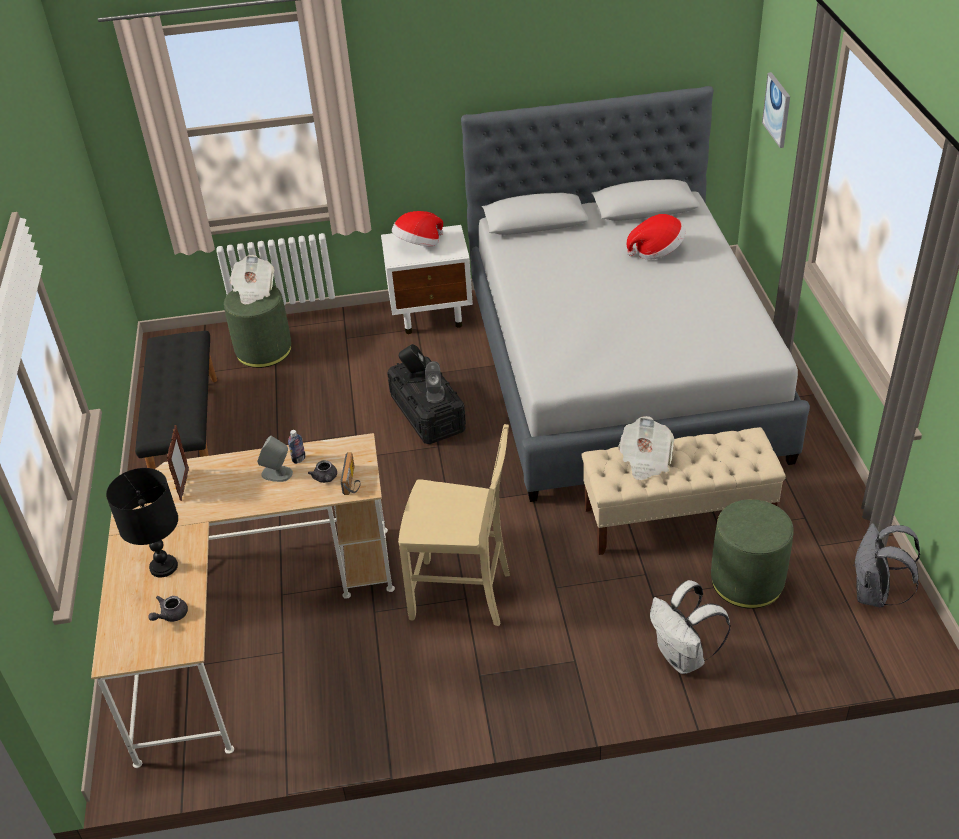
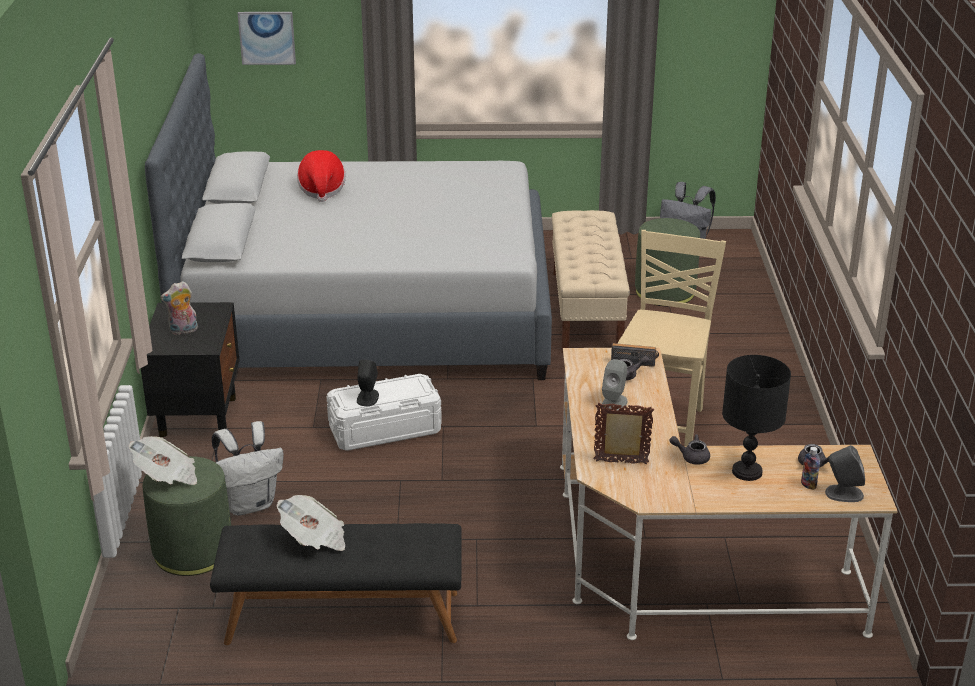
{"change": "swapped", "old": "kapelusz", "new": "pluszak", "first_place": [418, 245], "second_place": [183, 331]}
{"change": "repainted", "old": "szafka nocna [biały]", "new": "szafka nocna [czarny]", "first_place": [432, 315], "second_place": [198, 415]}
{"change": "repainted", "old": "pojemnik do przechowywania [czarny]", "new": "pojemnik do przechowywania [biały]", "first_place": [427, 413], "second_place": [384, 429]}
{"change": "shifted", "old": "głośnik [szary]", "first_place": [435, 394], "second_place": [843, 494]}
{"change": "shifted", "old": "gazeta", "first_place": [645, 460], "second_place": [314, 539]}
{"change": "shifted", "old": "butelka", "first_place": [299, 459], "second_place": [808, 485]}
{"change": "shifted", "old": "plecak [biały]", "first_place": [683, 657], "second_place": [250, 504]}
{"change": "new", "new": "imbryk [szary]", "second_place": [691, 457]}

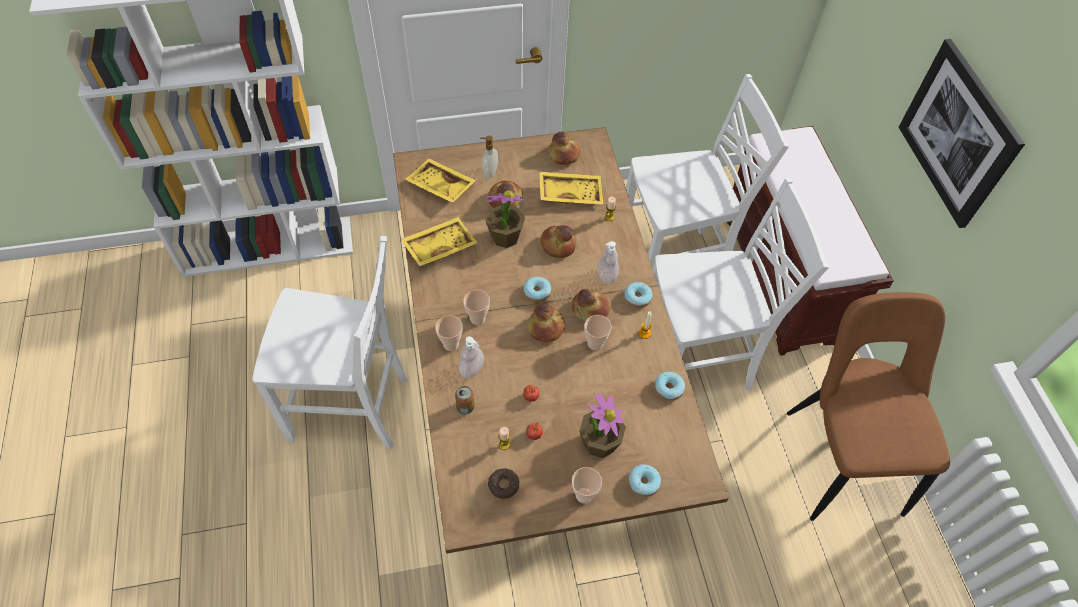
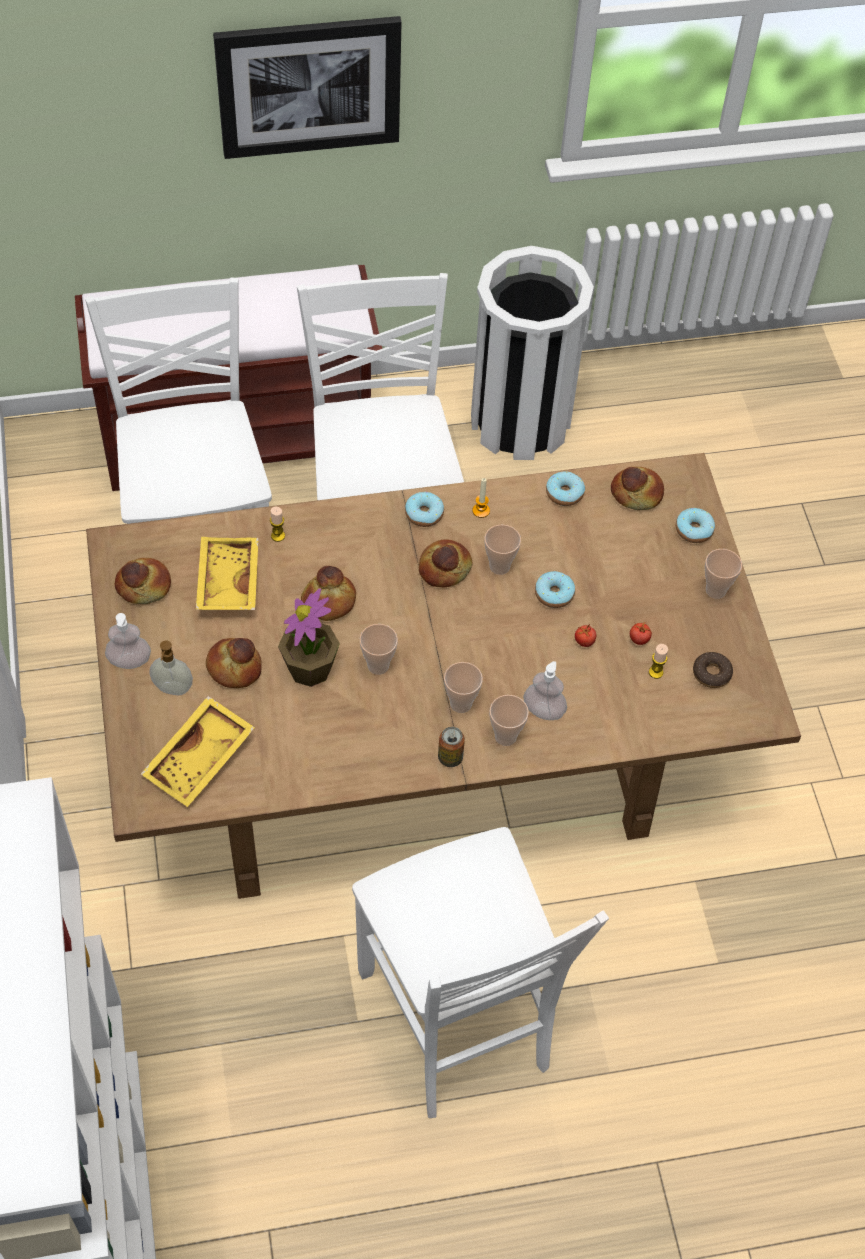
{"change": "gone", "old": "taca [żółty]", "first_place": [439, 246]}
{"change": "rotated", "old": "krzesło [biały]", "first_place": [352, 408], "second_place": [456, 1023], "degrees": 150}
{"change": "shifted", "old": "dozownik mydła", "first_place": [607, 275], "second_place": [129, 660]}
{"change": "shifted", "old": "donut", "first_place": [537, 292], "second_place": [554, 594]}
{"change": "swapped", "old": "krzesło [brązowy]", "new": "kosz na śmieci [biały]", "first_place": [840, 456], "second_place": [520, 421]}
{"change": "shifted", "old": "chleb", "first_place": [545, 328], "second_place": [636, 494]}
{"change": "shifted", "old": "puszka", "first_place": [465, 407], "second_place": [450, 757]}
{"change": "gone", "old": "roślina doniczkowa", "first_place": [599, 442]}
{"change": "new", "new": "filiżanka", "second_place": [378, 665]}

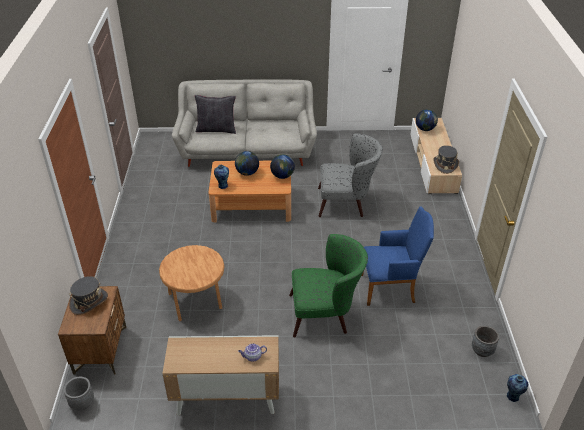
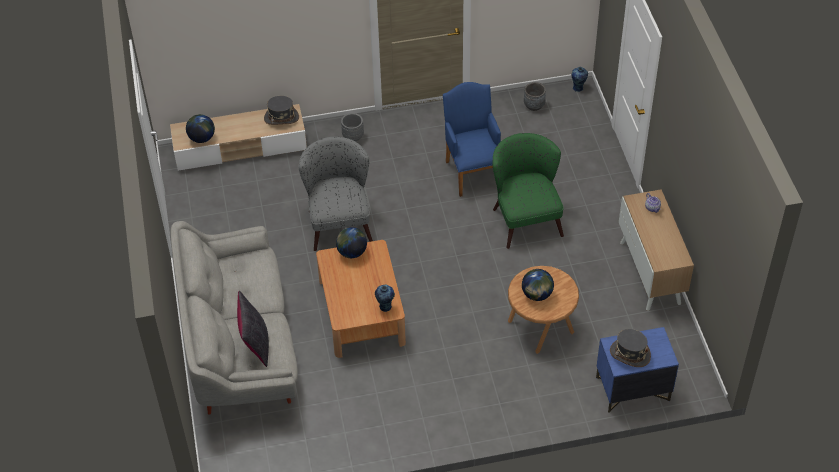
{"change": "shifted", "old": "globus", "first_place": [247, 173], "second_place": [537, 294]}
{"change": "repainted", "old": "szafka nocna [brązowy]", "new": "szafka nocna [niebieski]", "first_place": [100, 349], "second_place": [632, 389]}
{"change": "shifted", "old": "donica [szary]", "first_place": [82, 403], "second_place": [353, 136]}

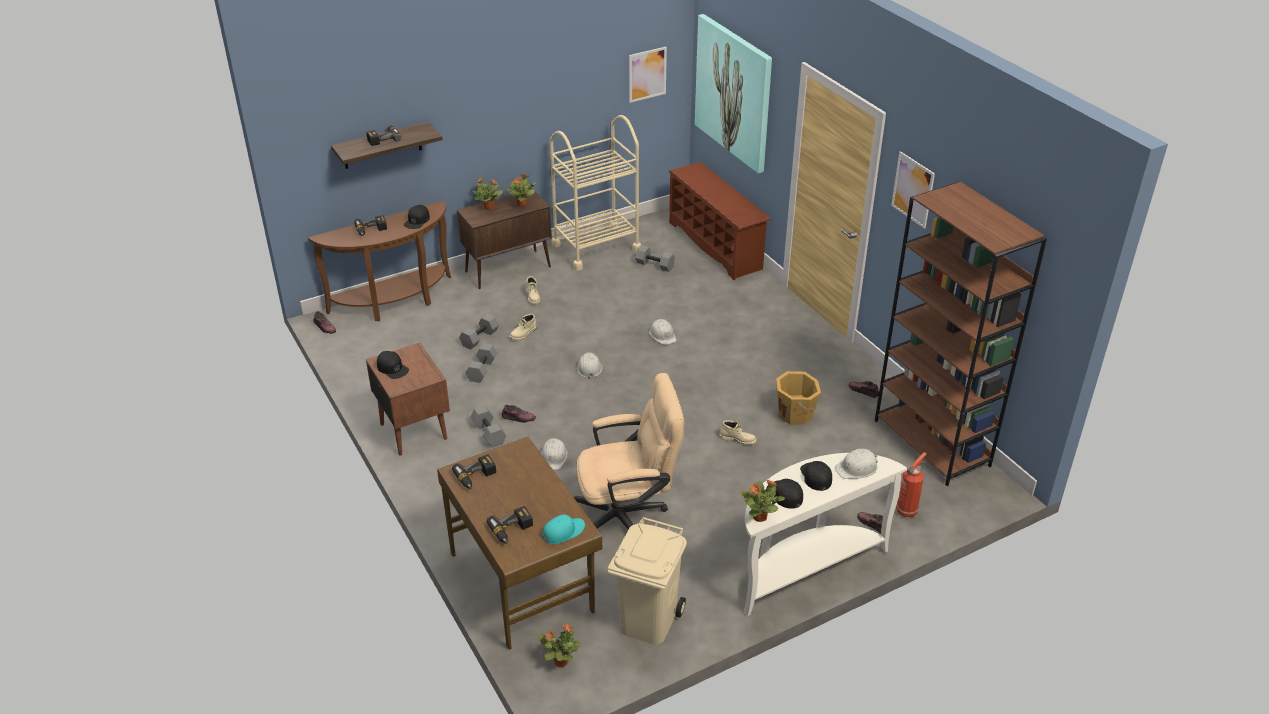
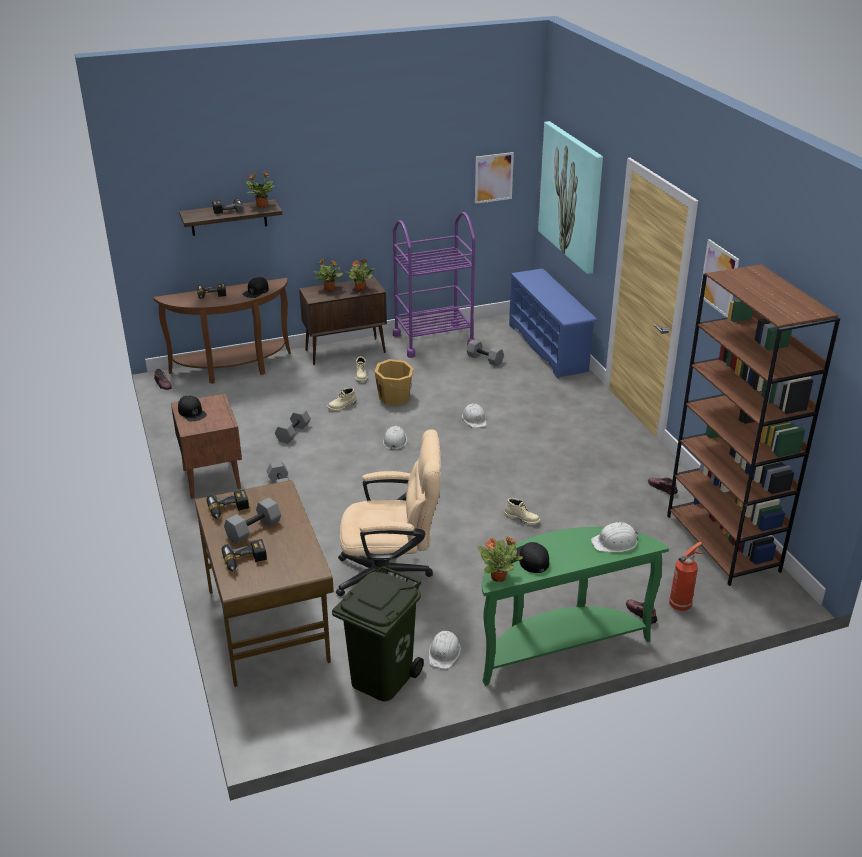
{"change": "repainted", "old": "wózek [beżowy]", "new": "wózek [fioletowy]", "first_place": [596, 247], "second_place": [433, 340]}
{"change": "repainted", "old": "regał na buty [brązowy]", "new": "regał na buty [niebieski]", "first_place": [716, 245], "second_place": [549, 348]}
{"change": "shifted", "old": "hantel [szary]", "first_place": [480, 339], "second_place": [254, 530]}
{"change": "shifted", "old": "wiadro [pomarańczowy]", "first_place": [796, 413], "second_place": [395, 397]}
{"change": "gone", "old": "but", "first_place": [518, 418]}
{"change": "shifted", "old": "kask [biały]", "first_place": [554, 457], "second_place": [444, 652]}
{"change": "repainted", "old": "stolik konsolowy [biały]", "new": "stolik konsolowy [zielony]", "first_place": [805, 567], "second_place": [558, 646]}
{"change": "gone", "old": "czapka z daszkiem [czarny]", "first_place": [816, 476]}
{"change": "gone", "old": "czapka z daszkiem [turkusowy]", "first_place": [563, 532]}
{"change": "repainted", "old": "kosz na śmieci [beżowy]", "new": "kosz na śmieci [zielony]", "first_place": [647, 621], "second_place": [381, 677]}
{"change": "shifted", "old": "roślina doniczkowa", "first_place": [560, 661], "second_place": [261, 205]}

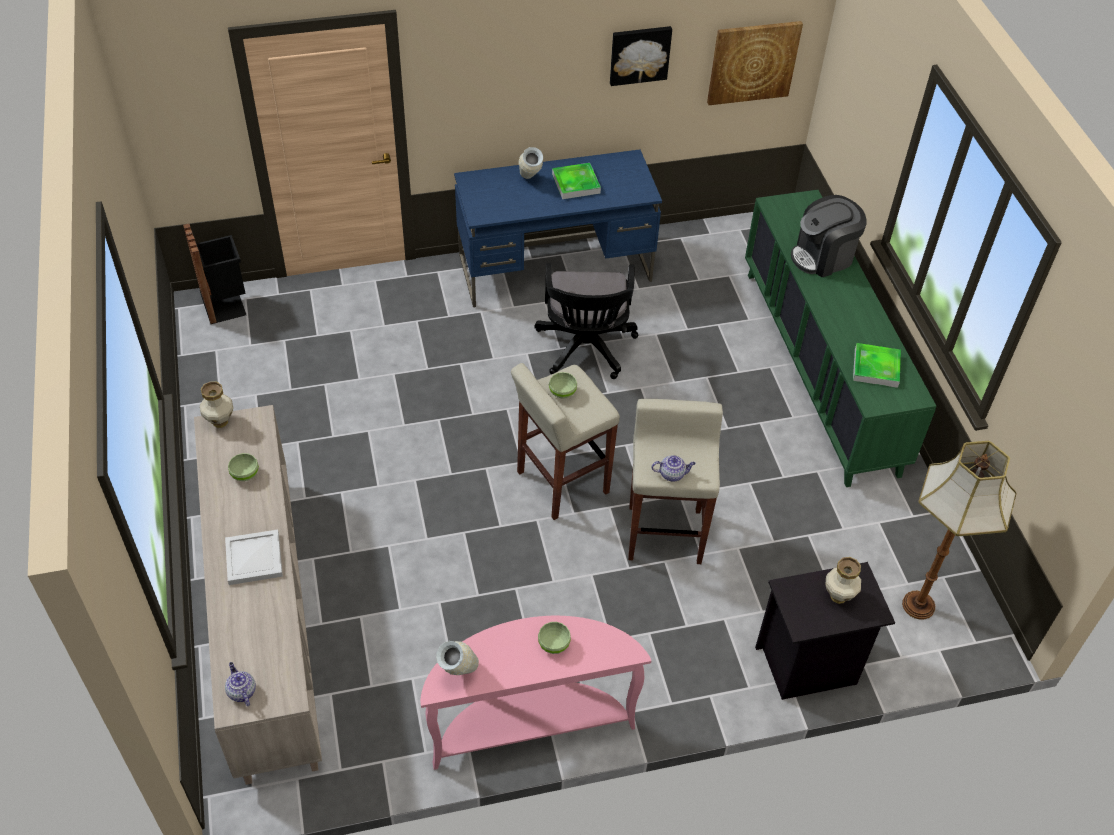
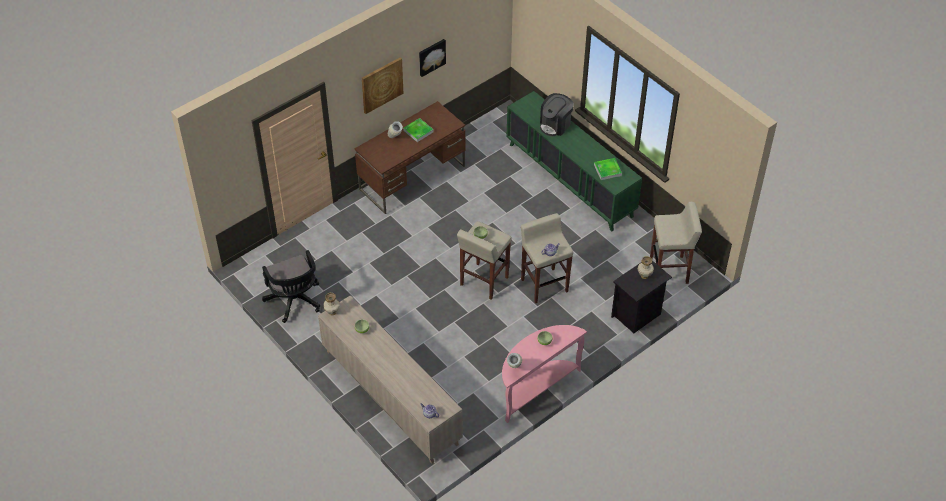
{"change": "shifted", "old": "obraz", "first_place": [753, 62], "second_place": [381, 85]}
{"change": "repainted", "old": "biurko [niebieski]", "new": "biurko [brązowy]", "first_place": [555, 268], "second_place": [412, 177]}
{"change": "gone", "old": "kosz na śmieci [czarny]", "first_place": [226, 305]}
{"change": "shifted", "old": "krzesło biurowe [czarny]", "first_place": [585, 350], "second_place": [295, 302]}
{"change": "swapped", "old": "lampa stojąca", "new": "stołek [beżowy]", "first_place": [920, 605], "second_place": [669, 270]}
{"change": "gone", "old": "taca [biały]", "first_place": [253, 558]}

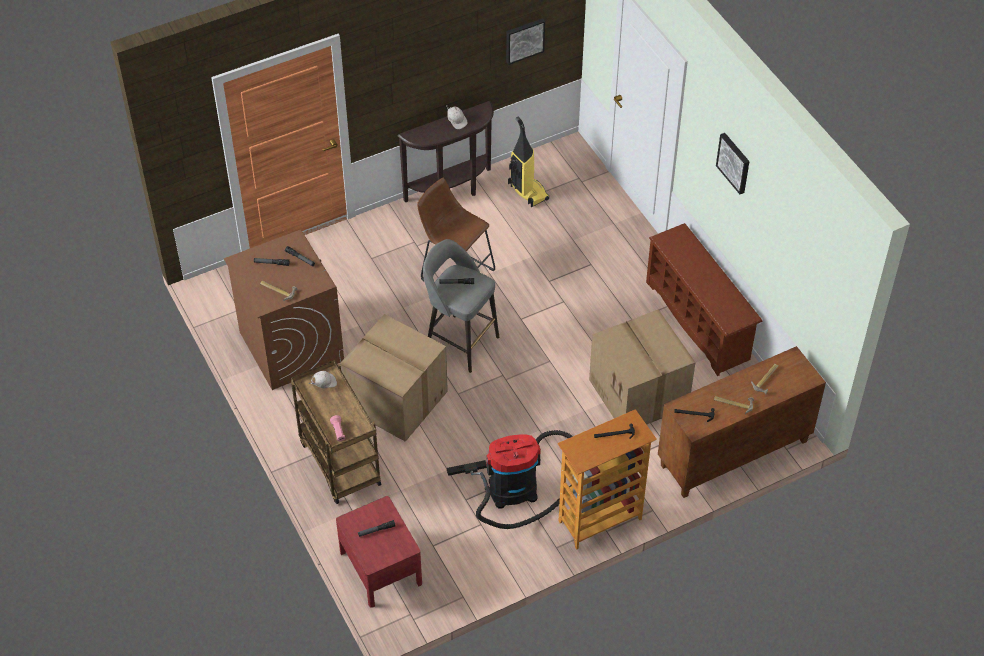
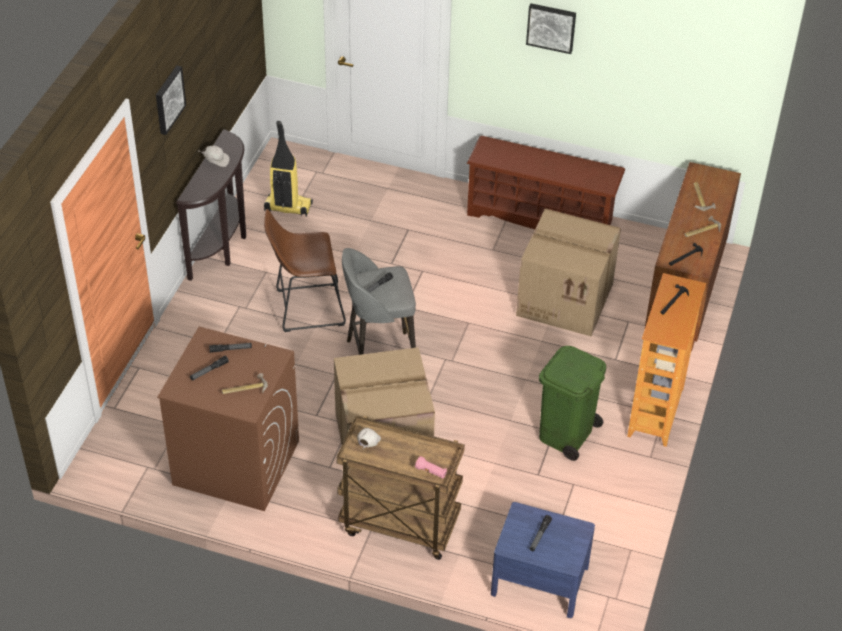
{"change": "shifted", "old": "obraz", "first_place": [524, 40], "second_place": [168, 99]}
{"change": "swapped", "old": "odkurzacz", "new": "kosz na śmieci [zielony]", "first_place": [518, 487], "second_place": [566, 434]}
{"change": "repainted", "old": "szafka nocna [czerwony]", "new": "szafka nocna [niebieski]", "first_place": [380, 568], "second_place": [539, 580]}

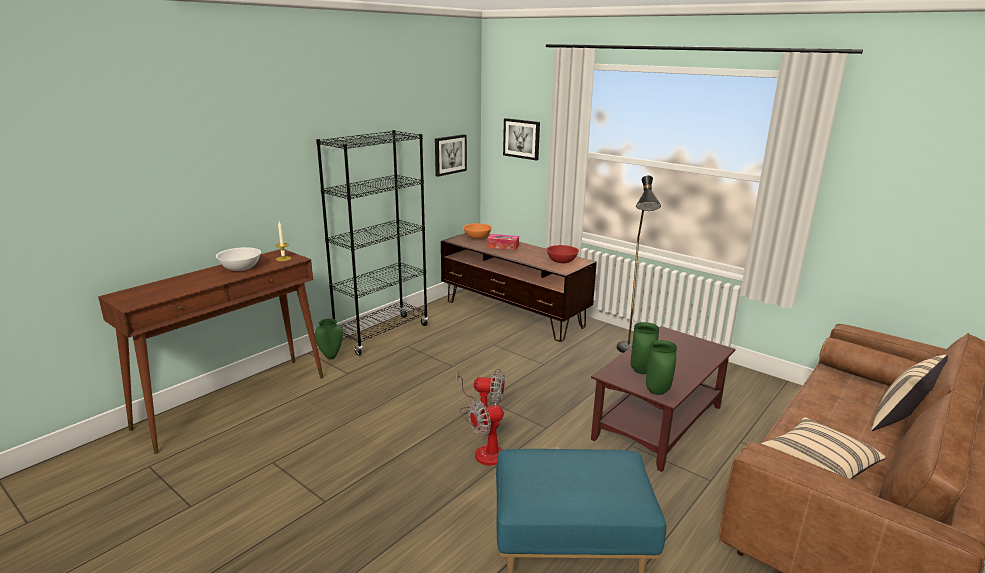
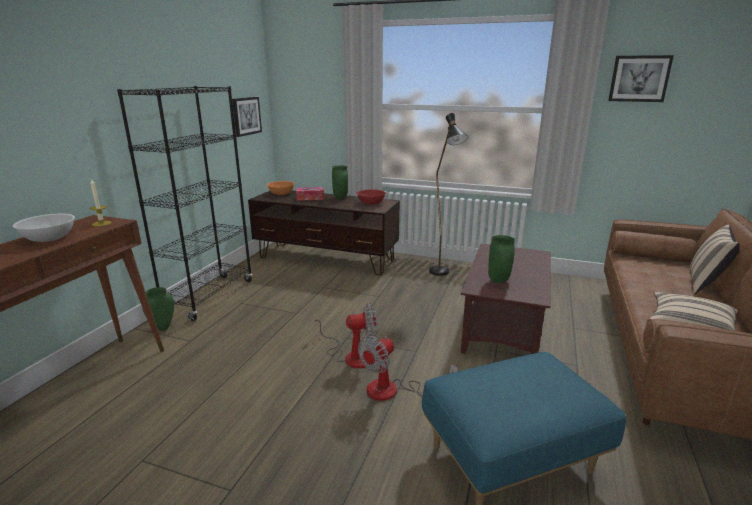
{"change": "shifted", "old": "obraz", "first_place": [522, 138], "second_place": [639, 78]}
{"change": "shifted", "old": "wazon [zielony]", "first_place": [658, 392], "second_place": [341, 197]}

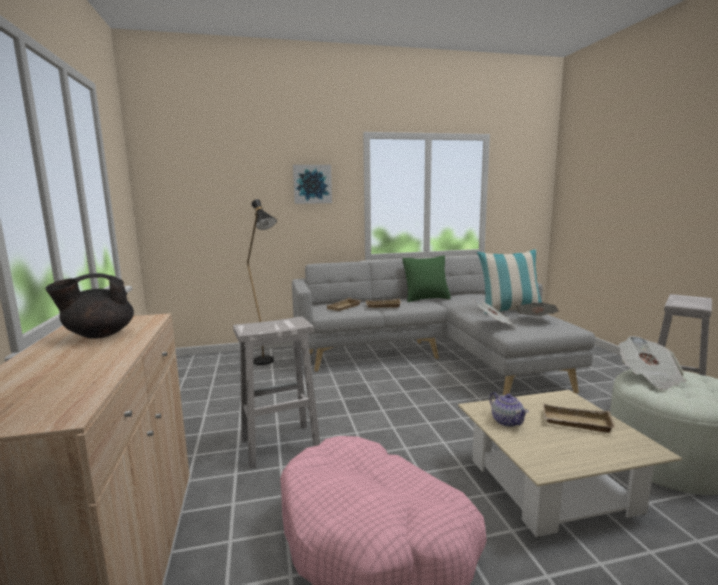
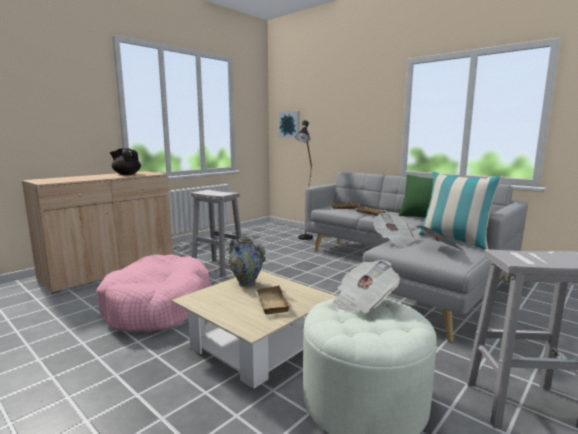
{"change": "shifted", "old": "obraz", "first_place": [312, 184], "second_place": [290, 124]}
{"change": "swapped", "old": "imbryk", "new": "wazon", "first_place": [507, 421], "second_place": [246, 284]}

